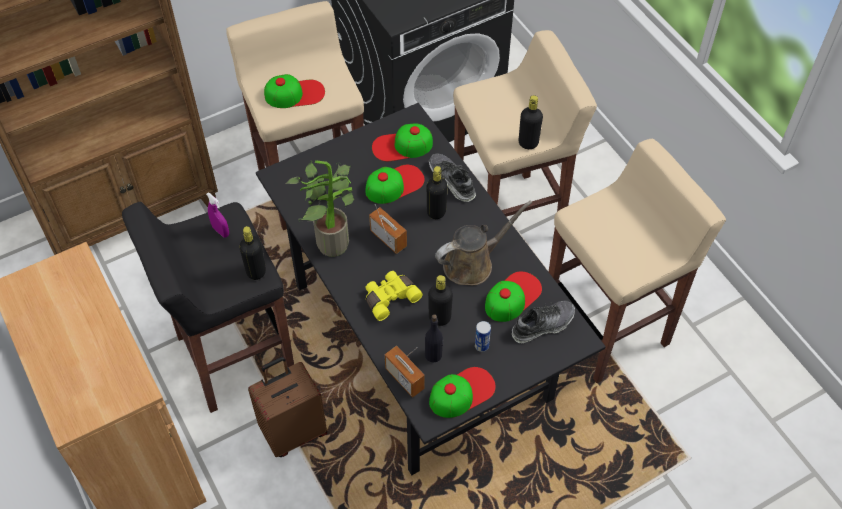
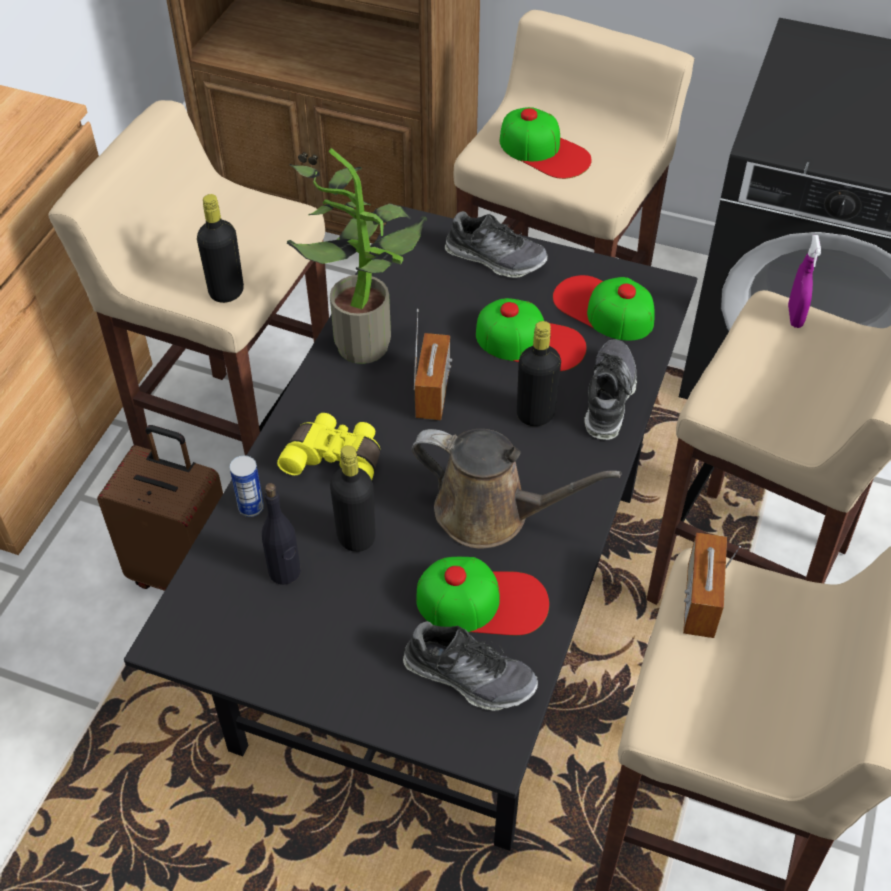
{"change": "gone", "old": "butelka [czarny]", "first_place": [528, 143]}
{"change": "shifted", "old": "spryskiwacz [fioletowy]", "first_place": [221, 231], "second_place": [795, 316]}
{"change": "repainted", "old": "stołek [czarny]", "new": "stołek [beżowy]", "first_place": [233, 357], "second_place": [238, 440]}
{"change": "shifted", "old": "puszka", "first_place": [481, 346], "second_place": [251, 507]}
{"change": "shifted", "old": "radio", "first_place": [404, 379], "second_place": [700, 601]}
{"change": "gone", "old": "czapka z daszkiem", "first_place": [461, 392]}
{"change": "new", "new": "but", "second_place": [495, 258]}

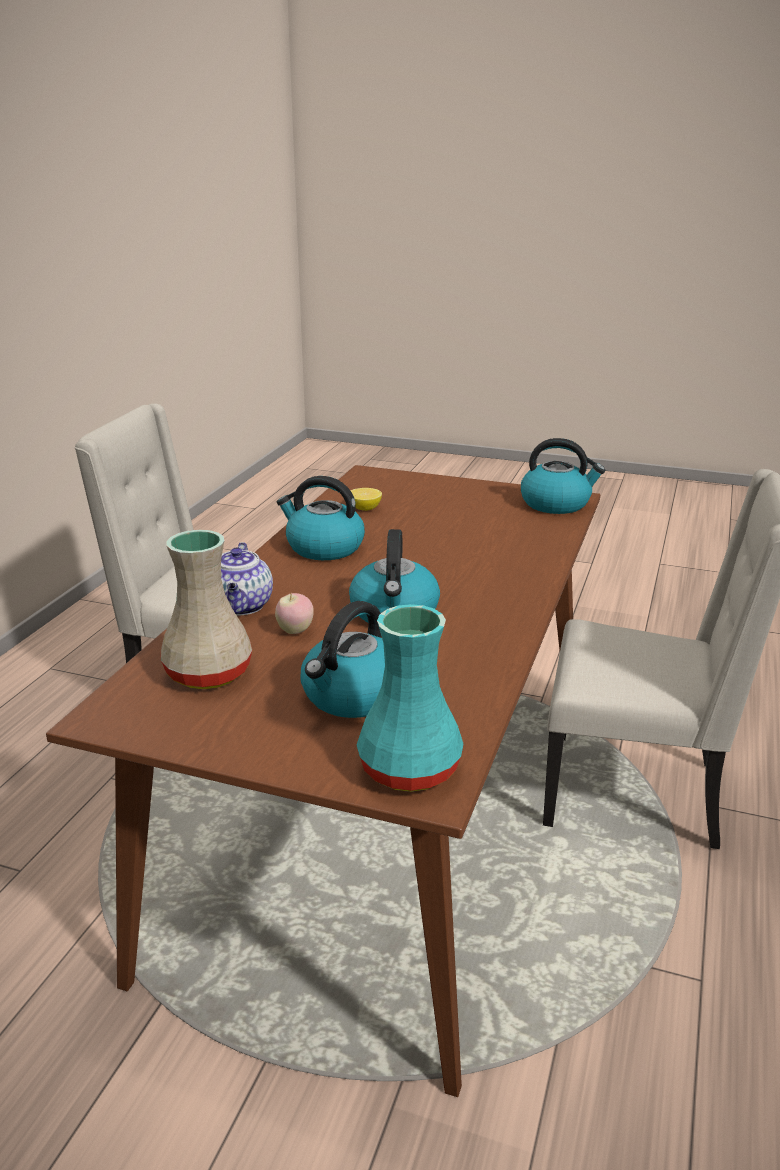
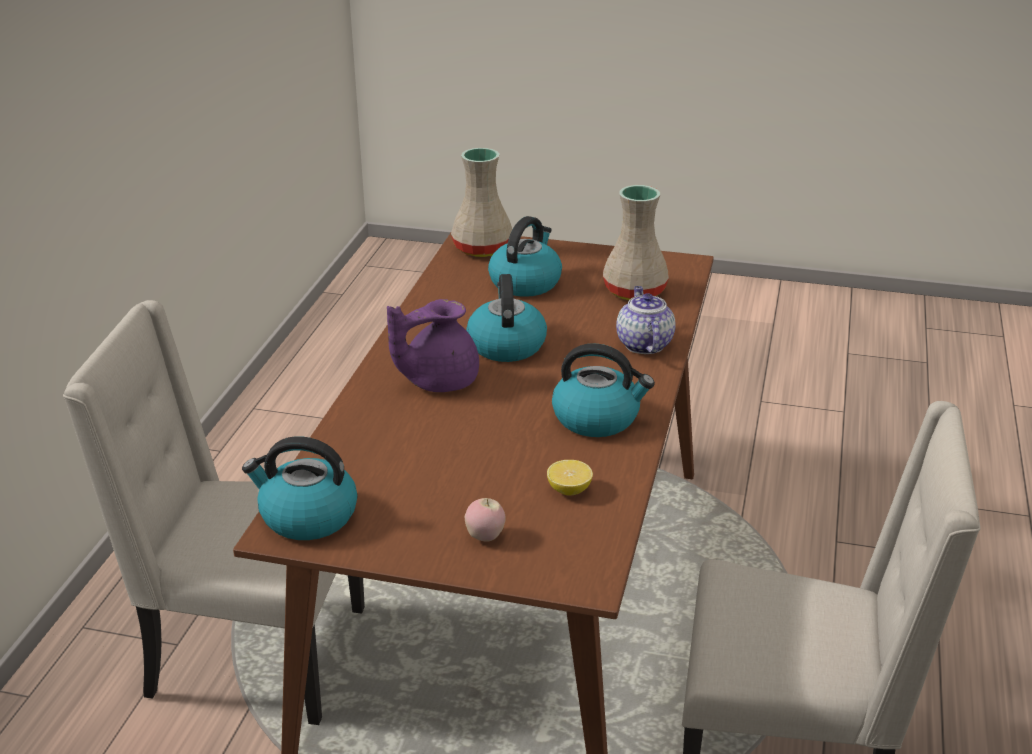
{"change": "shifted", "old": "jabłko", "first_place": [295, 631], "second_place": [485, 537]}
{"change": "repainted", "old": "wazon [turkusowy]", "new": "wazon [beżowy]", "first_place": [407, 770], "second_place": [483, 248]}
{"change": "new", "new": "imbryk [fioletowy]", "second_place": [437, 381]}

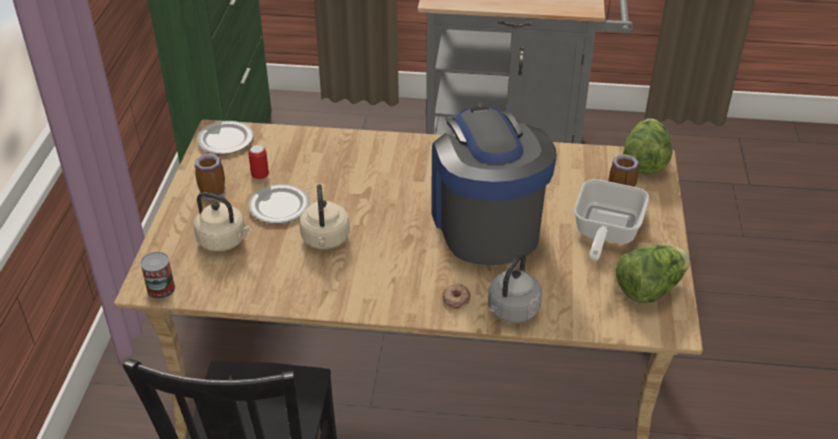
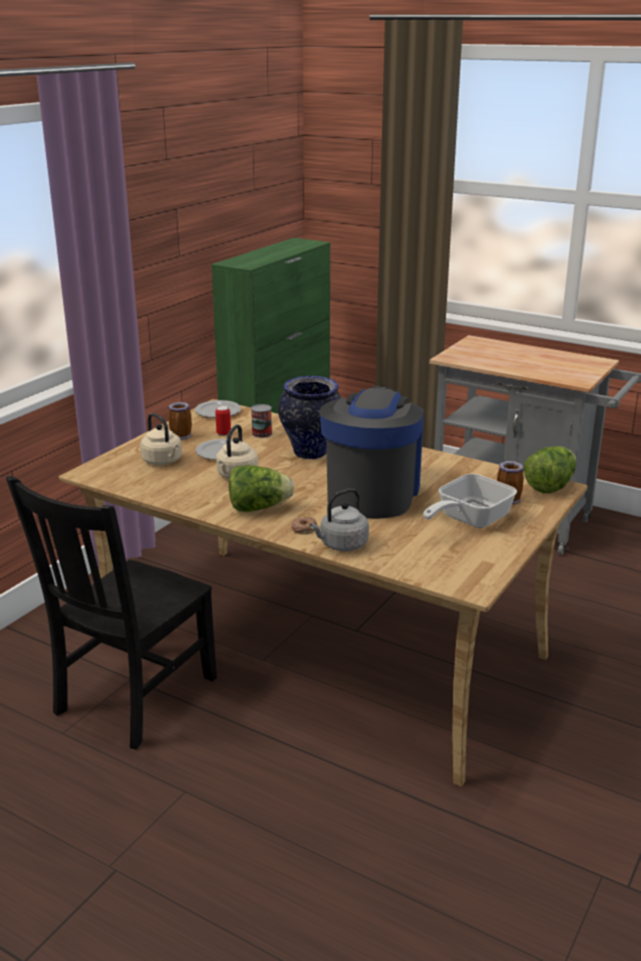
{"change": "shifted", "old": "sałata", "first_place": [649, 289], "second_place": [258, 508]}
{"change": "shifted", "old": "puszka", "first_place": [161, 289], "second_place": [262, 434]}
{"change": "new", "new": "wazon", "second_place": [311, 453]}

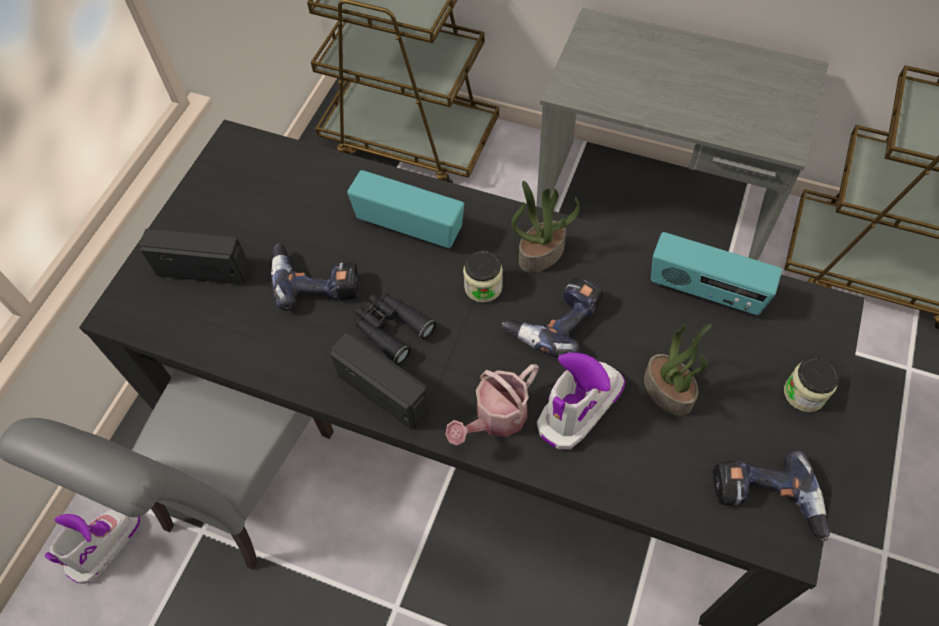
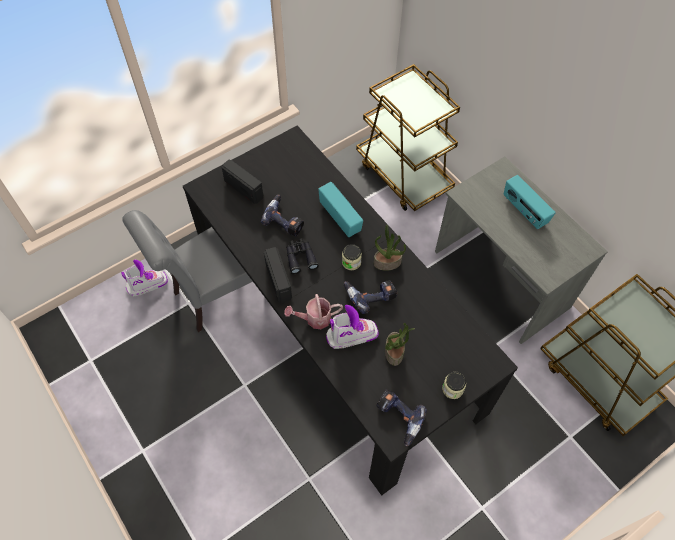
{"change": "shifted", "old": "radio", "first_place": [705, 291], "second_place": [524, 211]}

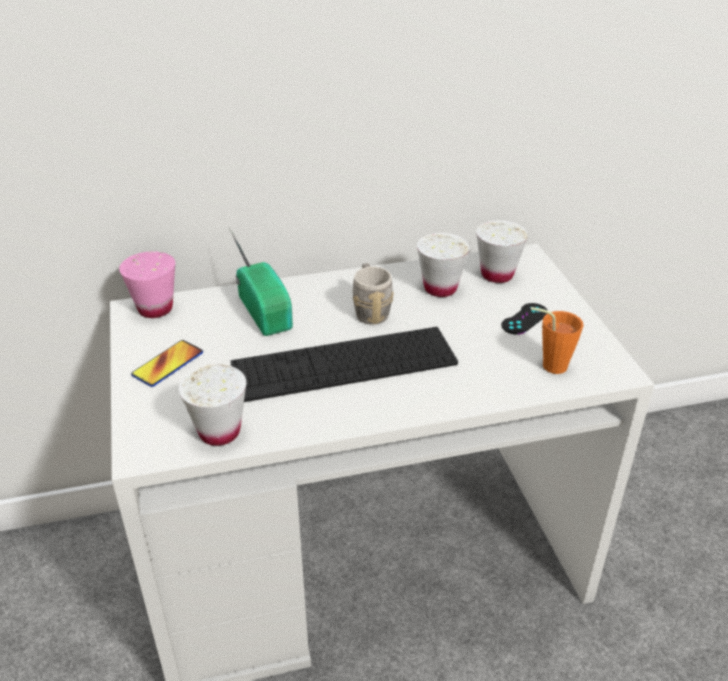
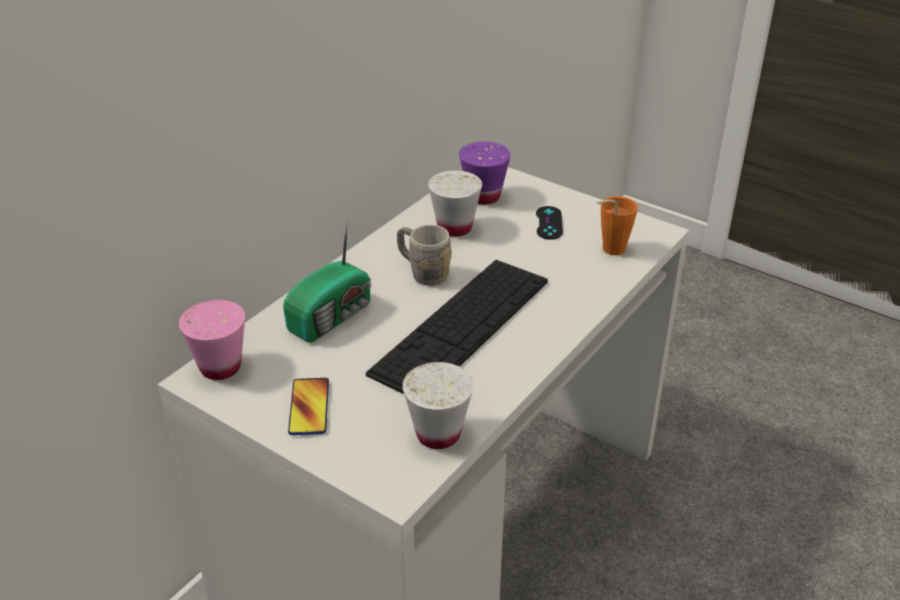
{"change": "repainted", "old": "filiżanka [biały]", "new": "filiżanka [fioletowy]", "first_place": [497, 275], "second_place": [483, 196]}
{"change": "rotated", "old": "radio", "first_place": [266, 311], "second_place": [333, 317], "degrees": 105}

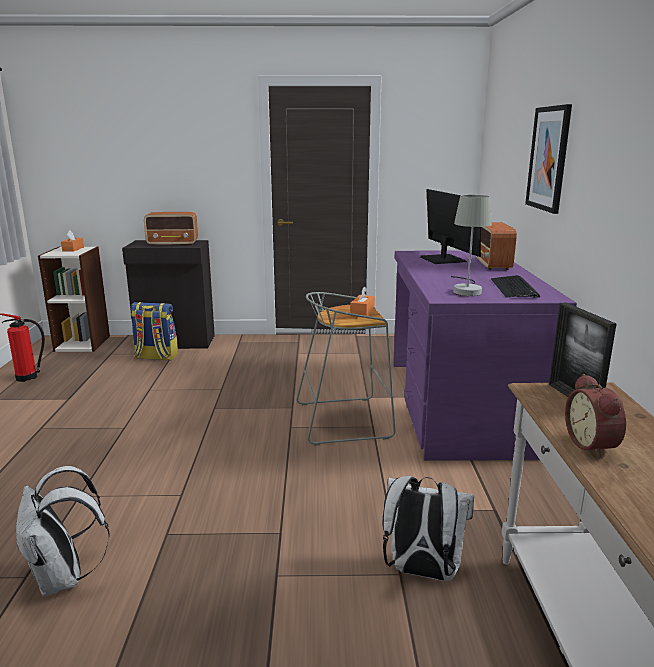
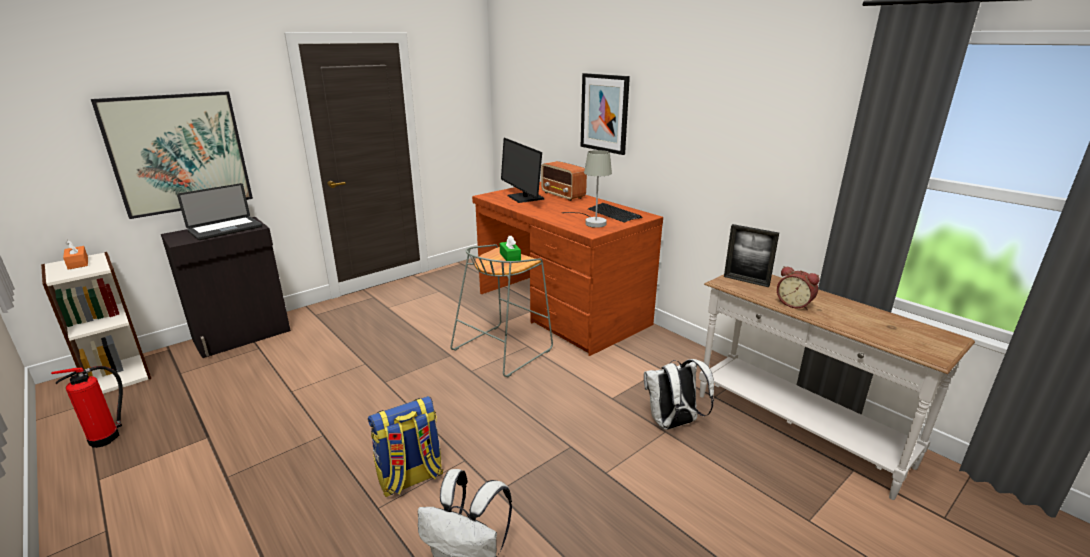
{"change": "rotated", "old": "monitor", "first_place": [444, 259], "second_place": [524, 197], "degrees": -150}
{"change": "swapped", "old": "radio", "new": "laptop", "first_place": [173, 244], "second_place": [225, 229]}
{"change": "repainted", "old": "biurko [fioletowy]", "new": "biurko [brązowy]", "first_place": [458, 405], "second_place": [561, 309]}
{"change": "repainted", "old": "pudełko chusteczek [pomarańczowy]", "new": "pudełko chusteczek [zielony]", "first_place": [362, 312], "second_place": [510, 256]}
{"change": "shifted", "old": "plecak", "first_place": [156, 357], "second_place": [410, 478]}
{"change": "new", "new": "obraz", "second_place": [179, 153]}

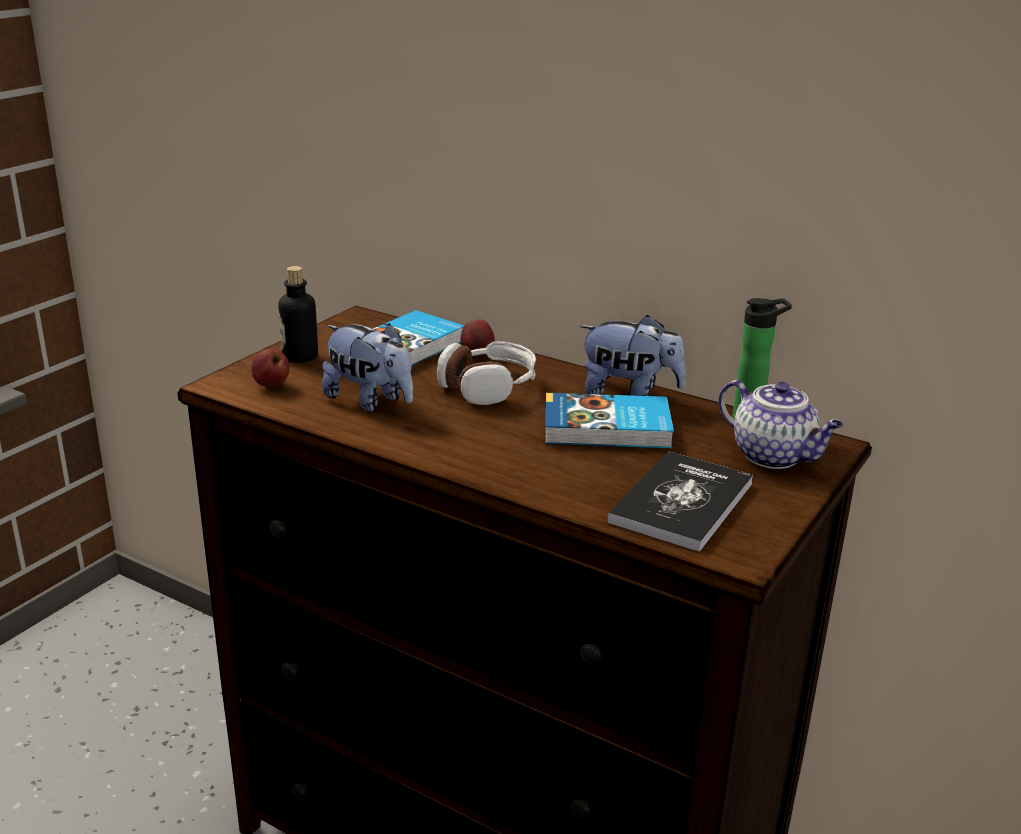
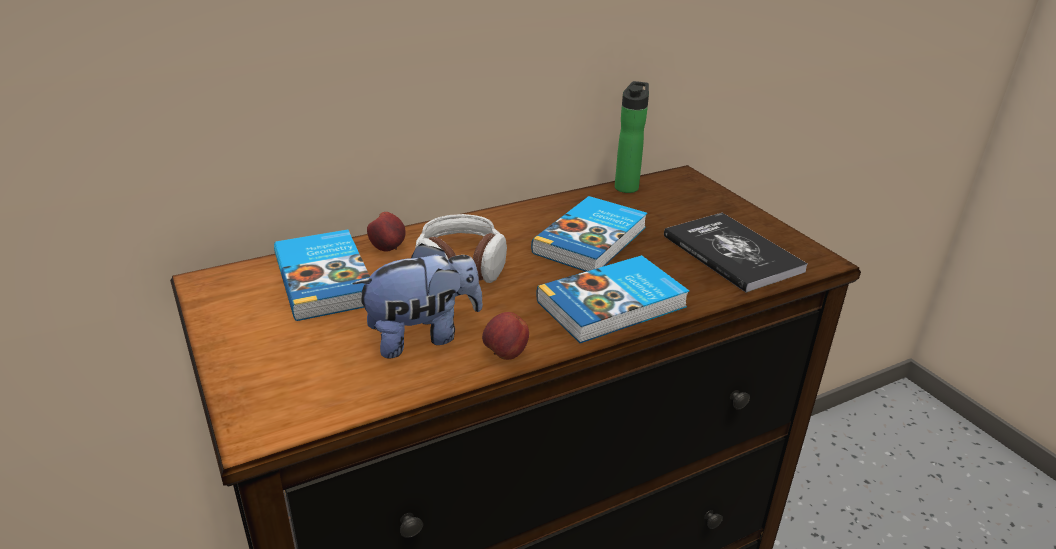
{"change": "gone", "old": "butelka", "first_place": [300, 356]}
{"change": "gone", "old": "pluszak", "first_place": [629, 393]}
{"change": "shifted", "old": "jabłko", "first_place": [271, 385], "second_place": [505, 354]}
{"change": "gone", "old": "imbryk", "first_place": [774, 456]}
{"change": "new", "new": "książka", "second_place": [613, 305]}

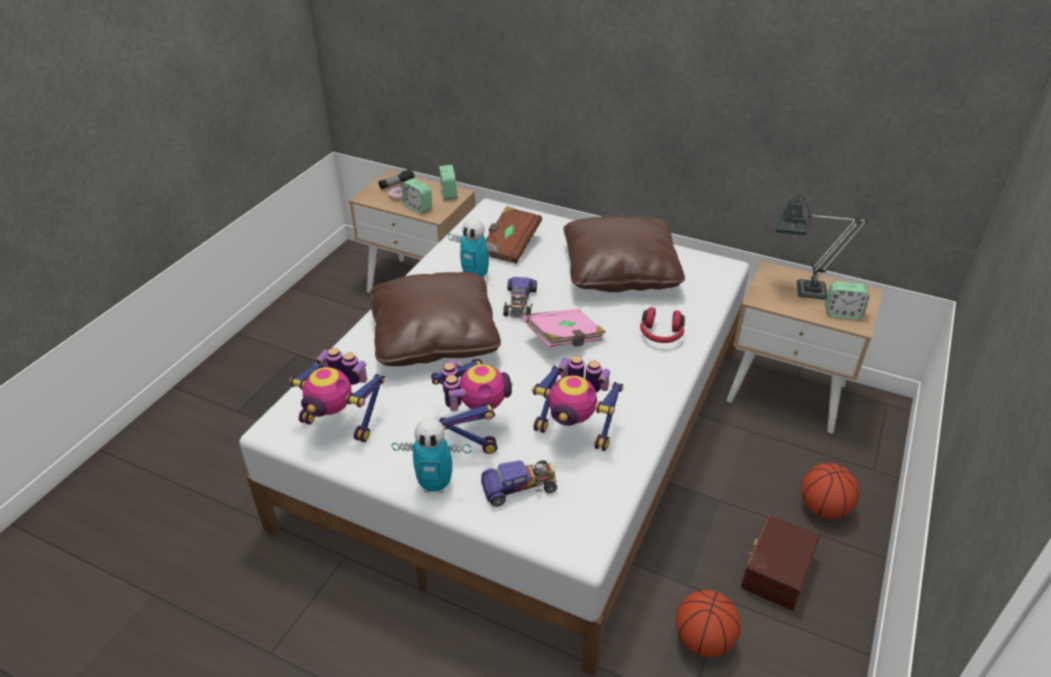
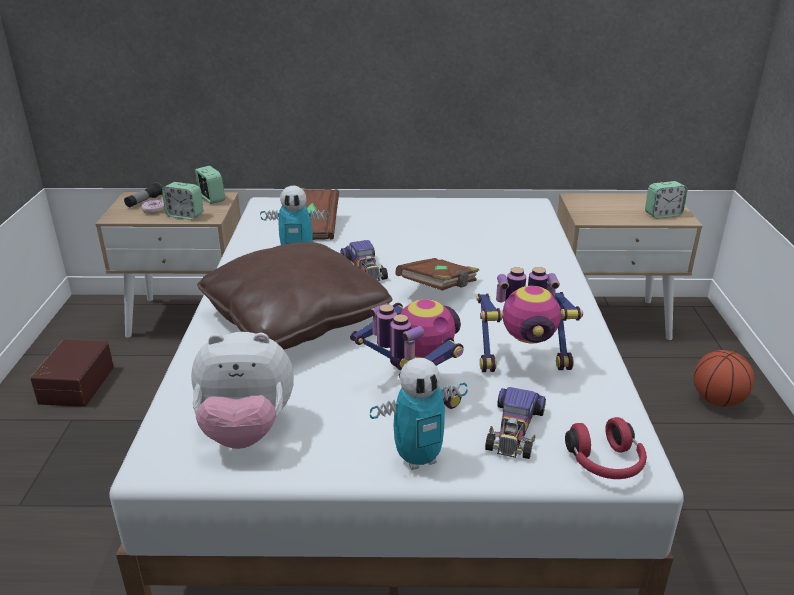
{"change": "gone", "old": "lampa stołowa", "first_place": [802, 290]}
{"change": "gone", "old": "poduszka [brązowy]", "first_place": [620, 271]}
{"change": "shifted", "old": "słuchawki [czerwony]", "first_place": [661, 335], "second_place": [605, 463]}
{"change": "repainted", "old": "książka [różowy]", "new": "książka [brązowy]", "first_place": [565, 340], "second_place": [439, 289]}
{"change": "swapped", "old": "robot zabawkowy", "new": "pluszak", "first_place": [341, 423], "second_place": [246, 430]}
{"change": "rotated", "old": "samochodzik", "first_place": [519, 486], "second_place": [514, 429], "degrees": 150}
{"change": "shifted", "old": "pojemnik do przechowywania [brązowy]", "first_place": [774, 570], "second_place": [75, 385]}
{"change": "gone", "old": "piłka do koszykówki", "first_place": [703, 639]}

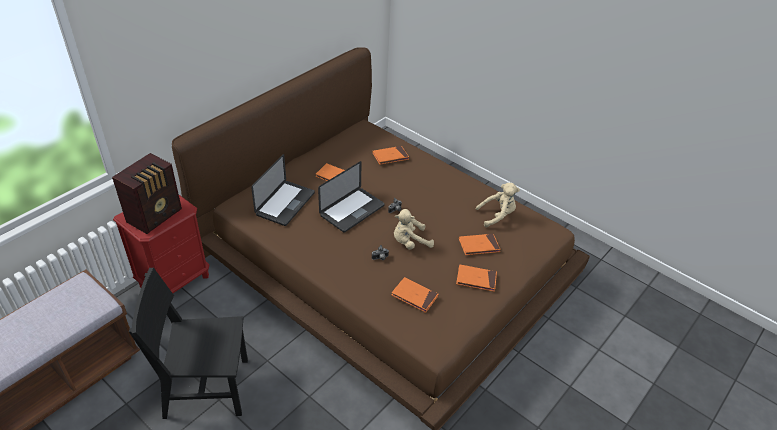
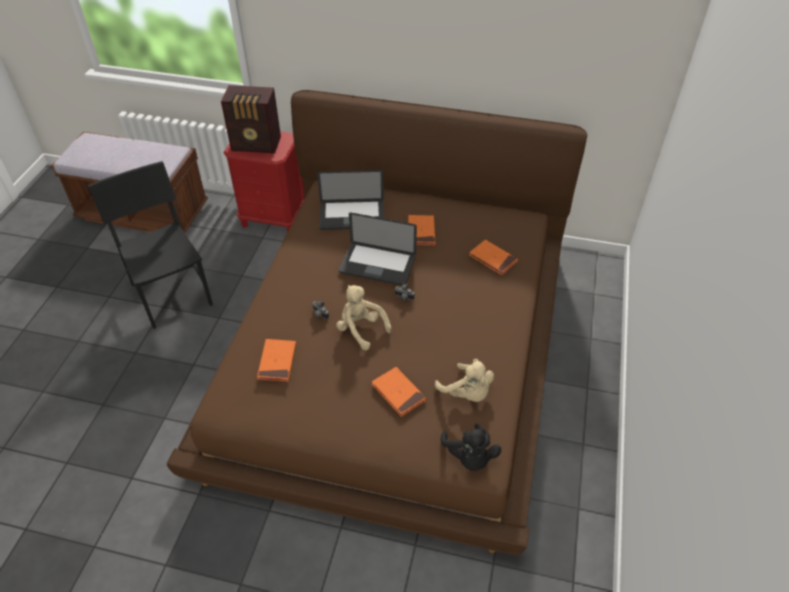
{"change": "gone", "old": "książka [pomarańczowy]", "first_place": [476, 279]}
{"change": "new", "new": "pluszak [czarny]", "second_place": [469, 457]}

